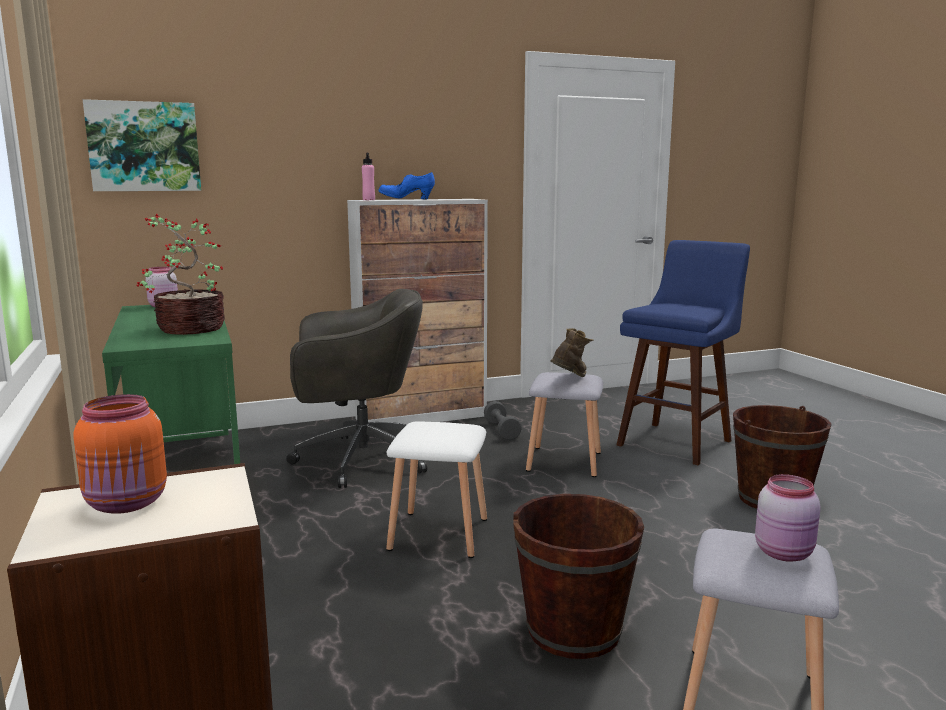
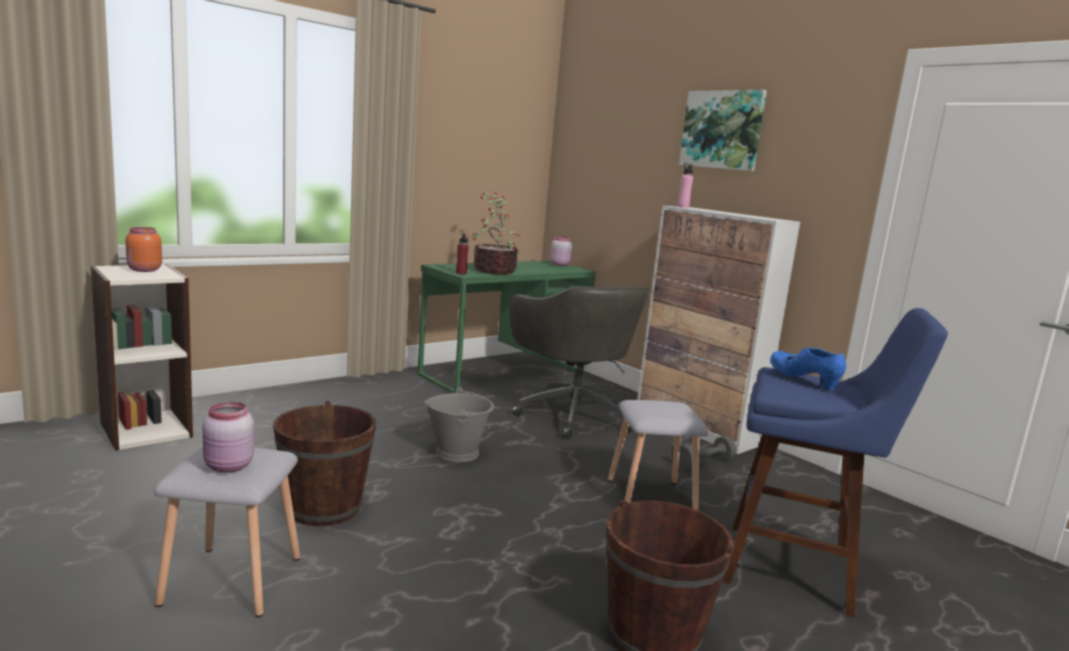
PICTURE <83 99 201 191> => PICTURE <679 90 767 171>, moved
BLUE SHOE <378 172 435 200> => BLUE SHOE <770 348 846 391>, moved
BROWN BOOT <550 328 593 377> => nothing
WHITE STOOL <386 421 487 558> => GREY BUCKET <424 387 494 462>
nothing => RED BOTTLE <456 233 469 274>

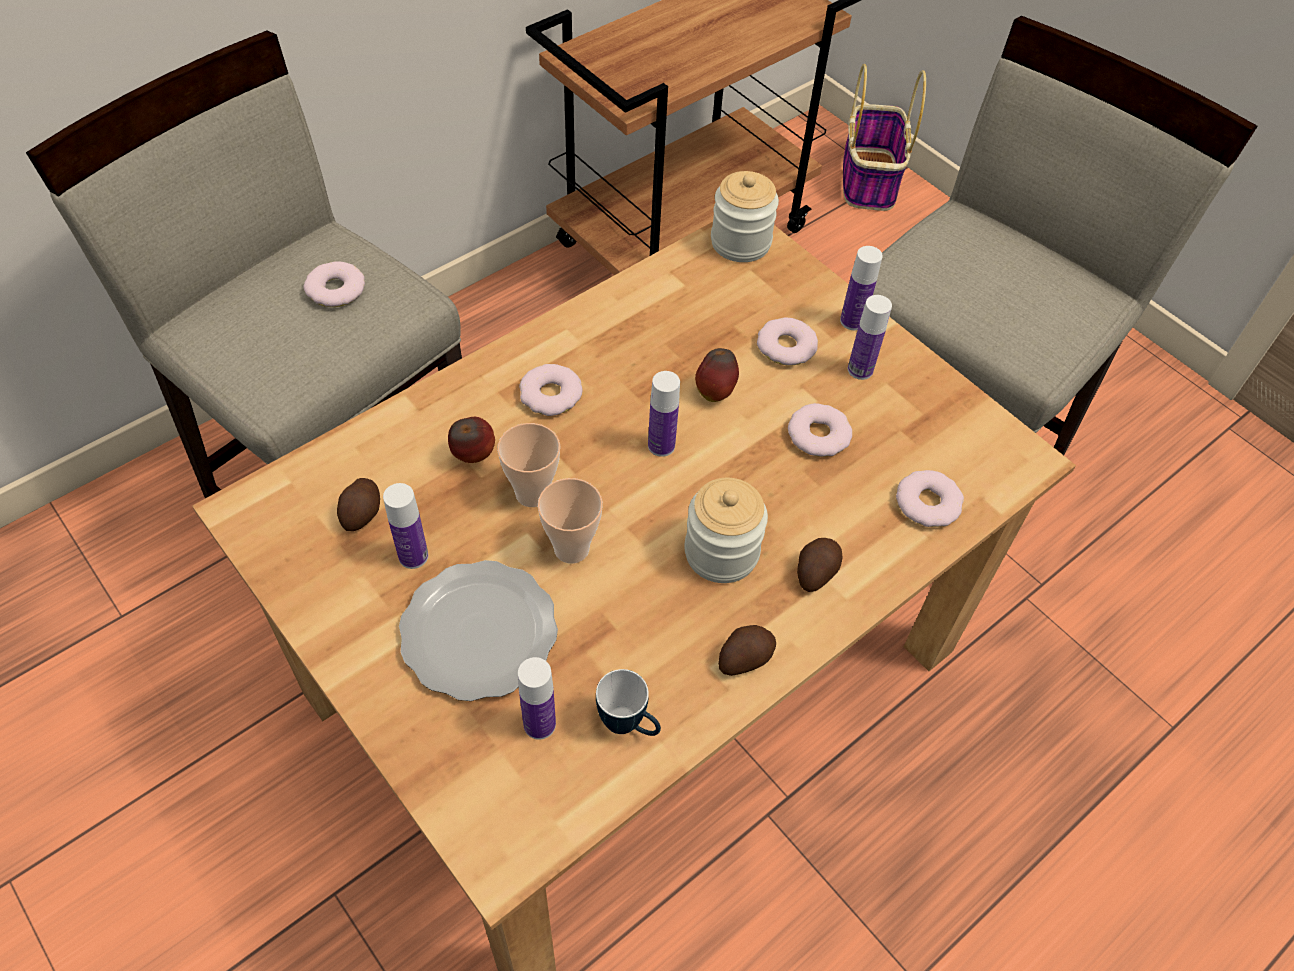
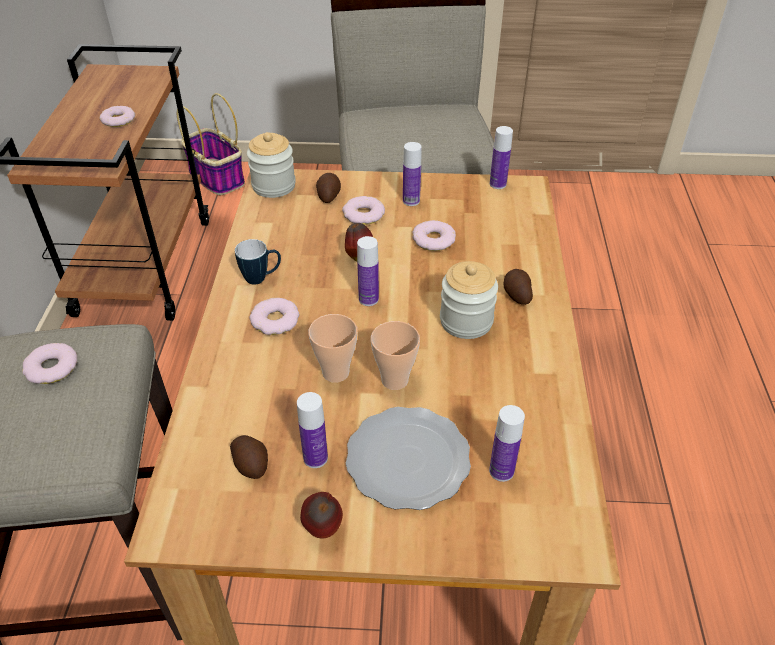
BOTTLE <840 246 883 330> => BOTTLE <490 126 513 189>, moved
APPLE <448 417 495 463> => APPLE <300 492 343 539>, moved
DONUT <896 470 964 527> => DONUT <100 106 135 127>, moved
POTATO <718 625 776 676> => POTATO <316 173 341 203>, moved
MUG <596 669 661 736> => MUG <235 239 281 285>, moved

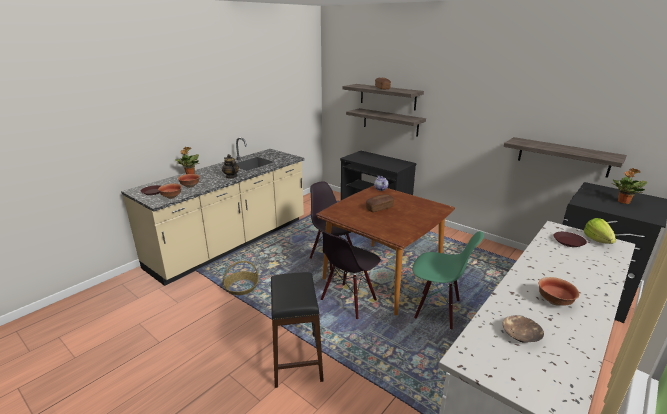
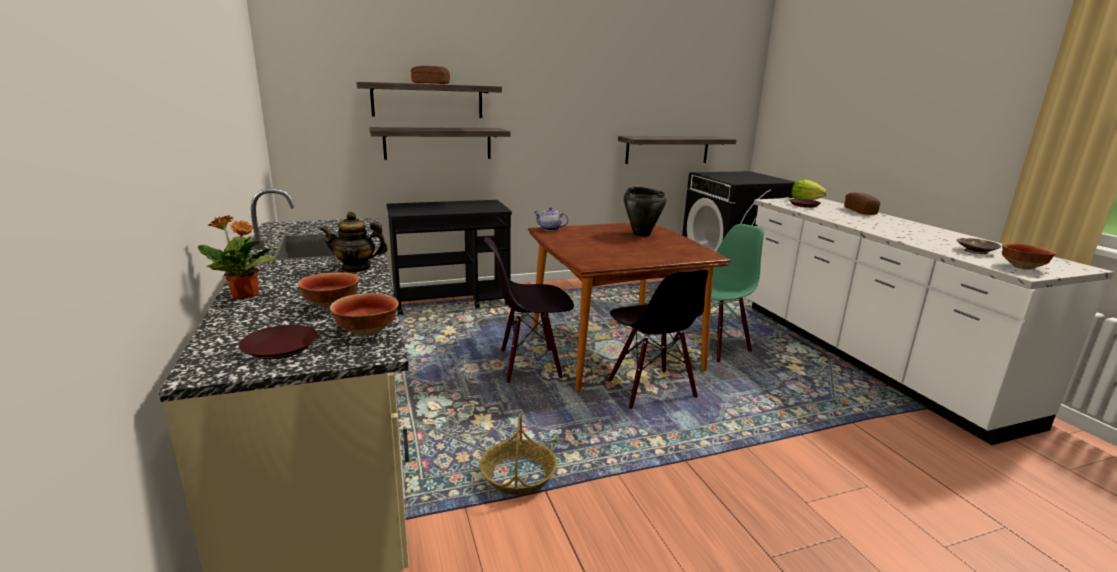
POTTED PLANT <612 168 647 204> => nothing
BREAD <366 194 394 212> => BREAD <844 192 881 215>, moved
BLACK STOOL <271 272 324 388> => nothing
BOWL <539 277 579 306> => BOWL <1002 243 1056 270>, moved
nothing => BLACK COOKING POT <624 187 666 237>

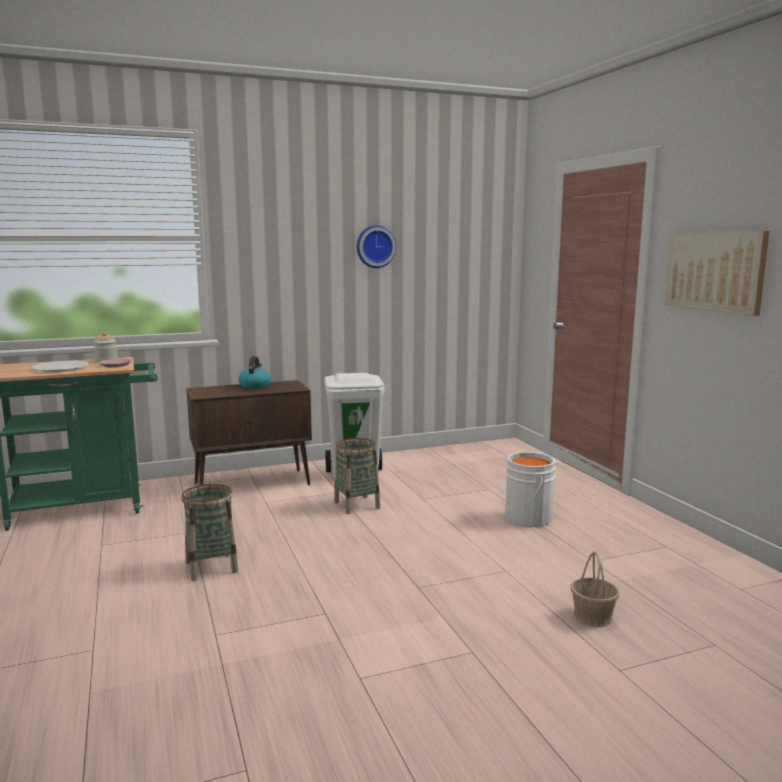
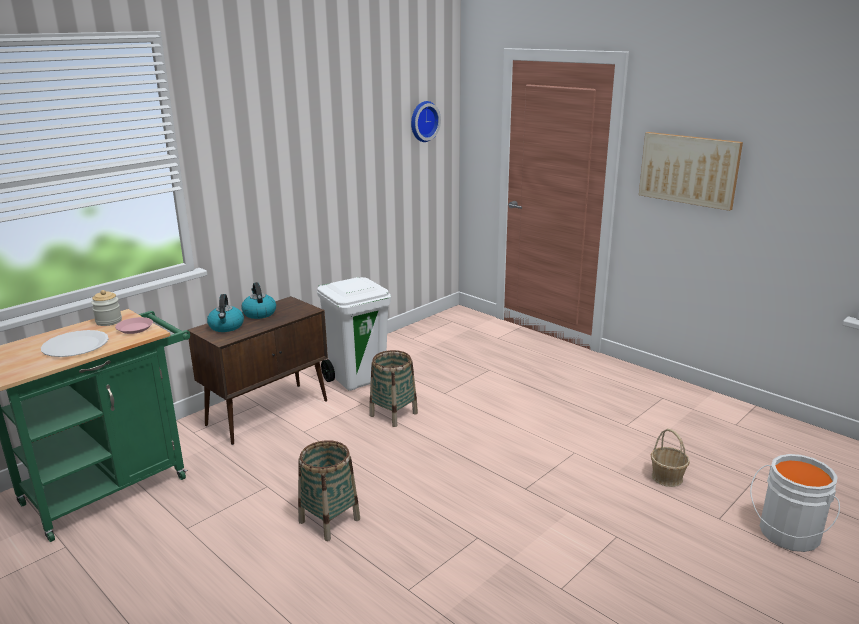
WALL CLOCK <357 225 396 268> => WALL CLOCK <411 101 441 142>, moved
WHITE BUCKET <500 452 556 527> => WHITE BUCKET <750 454 840 552>, moved
nothing => KETTLE <207 294 244 332>

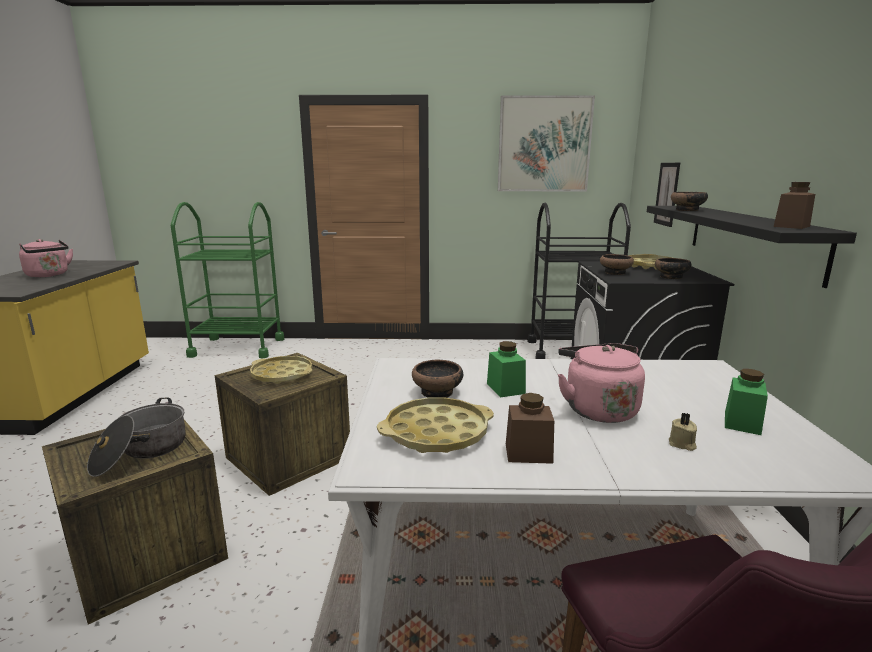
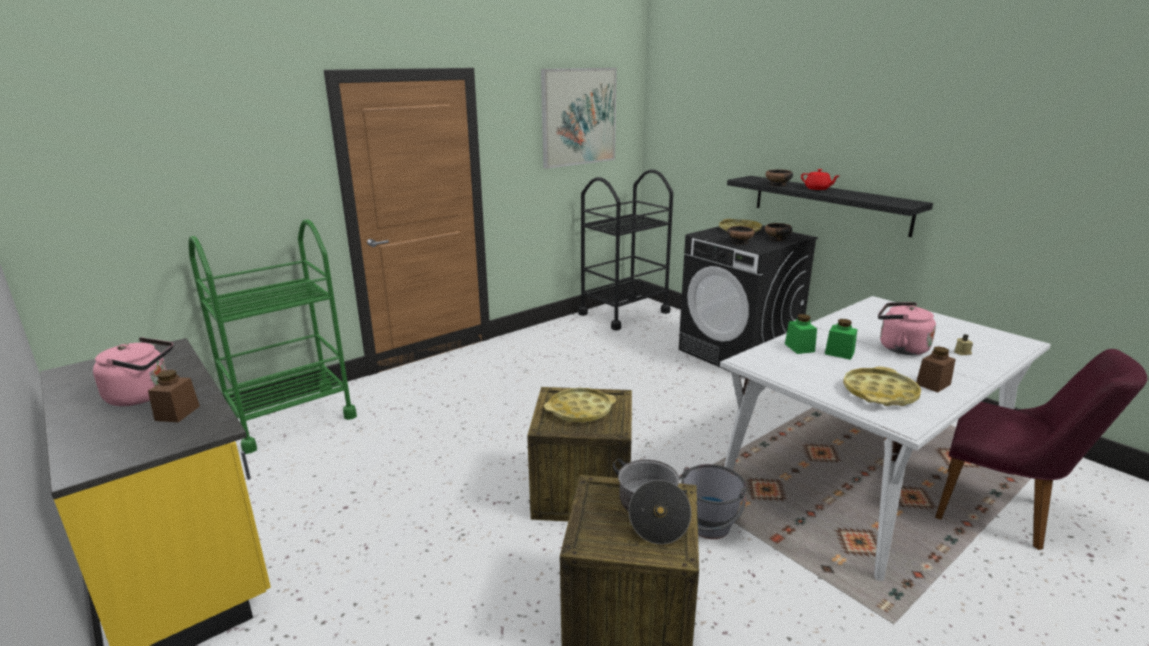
PICTURE <654 163 680 227> => nothing
BROWN JAR <774 182 815 229> => BROWN JAR <148 370 200 422>, moved
BOWL <412 360 463 398> => nothing
GREEN JAR <725 369 768 435> => GREEN JAR <785 314 817 354>, moved
nothing => RED TEAPOT <801 169 839 190>
nothing => GREY BUCKET <679 464 746 539>

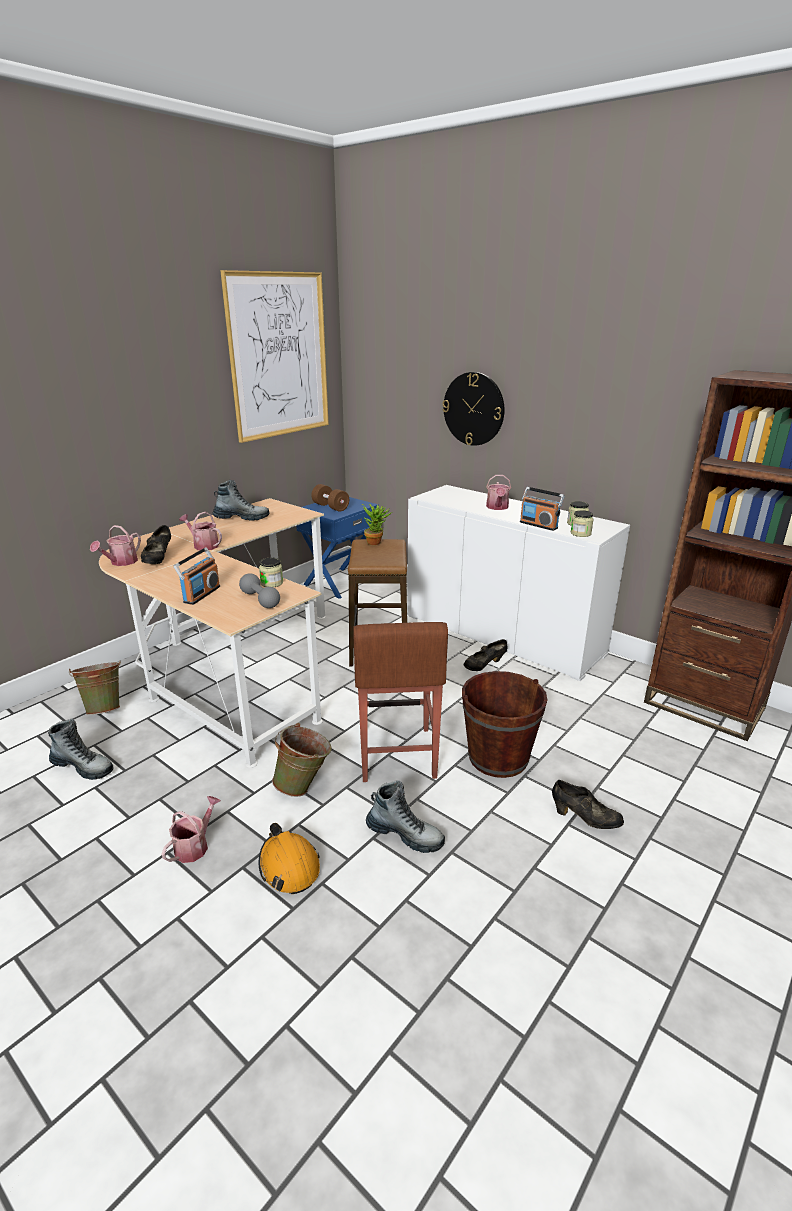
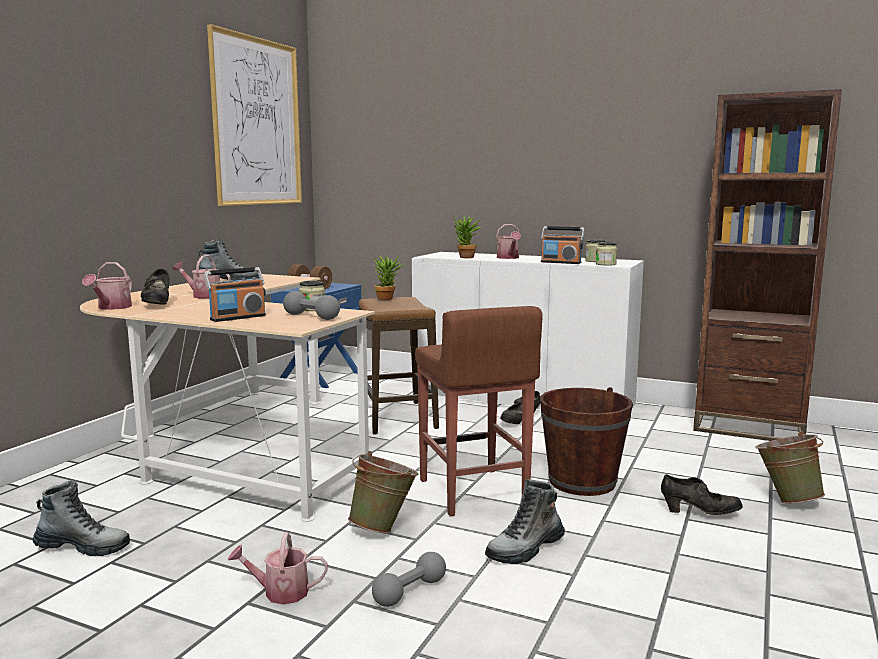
WALL CLOCK <443 372 504 446> => nothing
RADIO <174 547 220 605> => RADIO <204 267 266 322>, 45 degrees clockwise
GREEN BUCKET <69 661 121 715> => GREEN BUCKET <756 431 825 504>, moved
BOOT <366 780 445 853> => BOOT <485 479 565 564>, 135 degrees clockwise
WATERING CAN <161 796 221 863> => WATERING CAN <228 532 328 605>, 105 degrees counterclockwise
ORANGE HARD HAT <259 823 320 894> => GREY DUMBBELL <372 552 446 607>
nothing => POTTED PLANT <454 216 482 258>

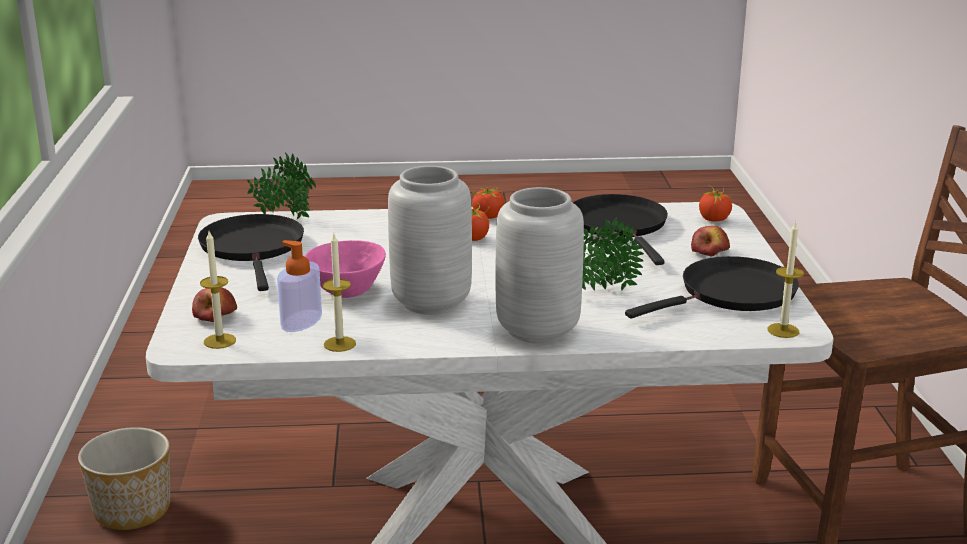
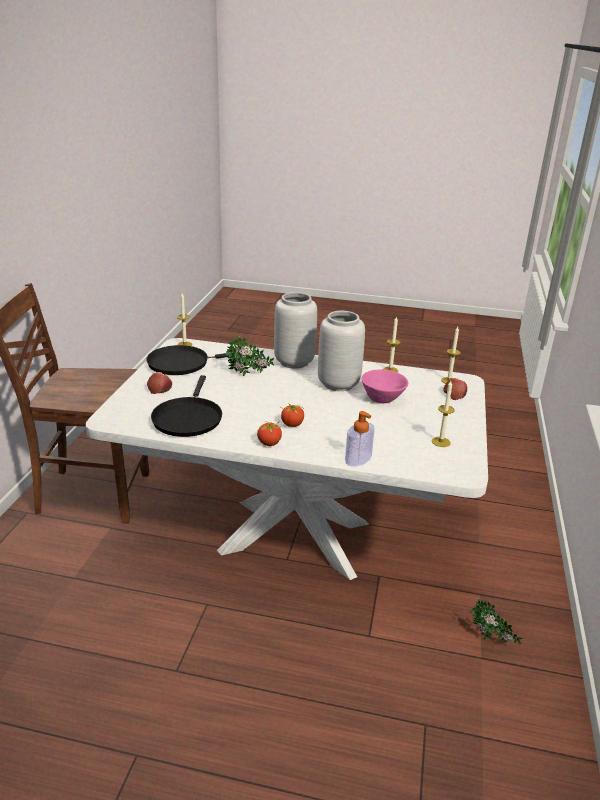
POTTED PLANT <247 153 316 219> => POTTED PLANT <470 599 522 644>, moved
TOMATO <699 186 732 222> => nothing
BLACK FRYING PAN <198 214 304 291> => CANDLE <432 381 455 447>
SOAP DISPENSER <277 240 322 332> => SOAP DISPENSER <345 411 375 467>, moved
PLANTER <78 427 170 530> => nothing

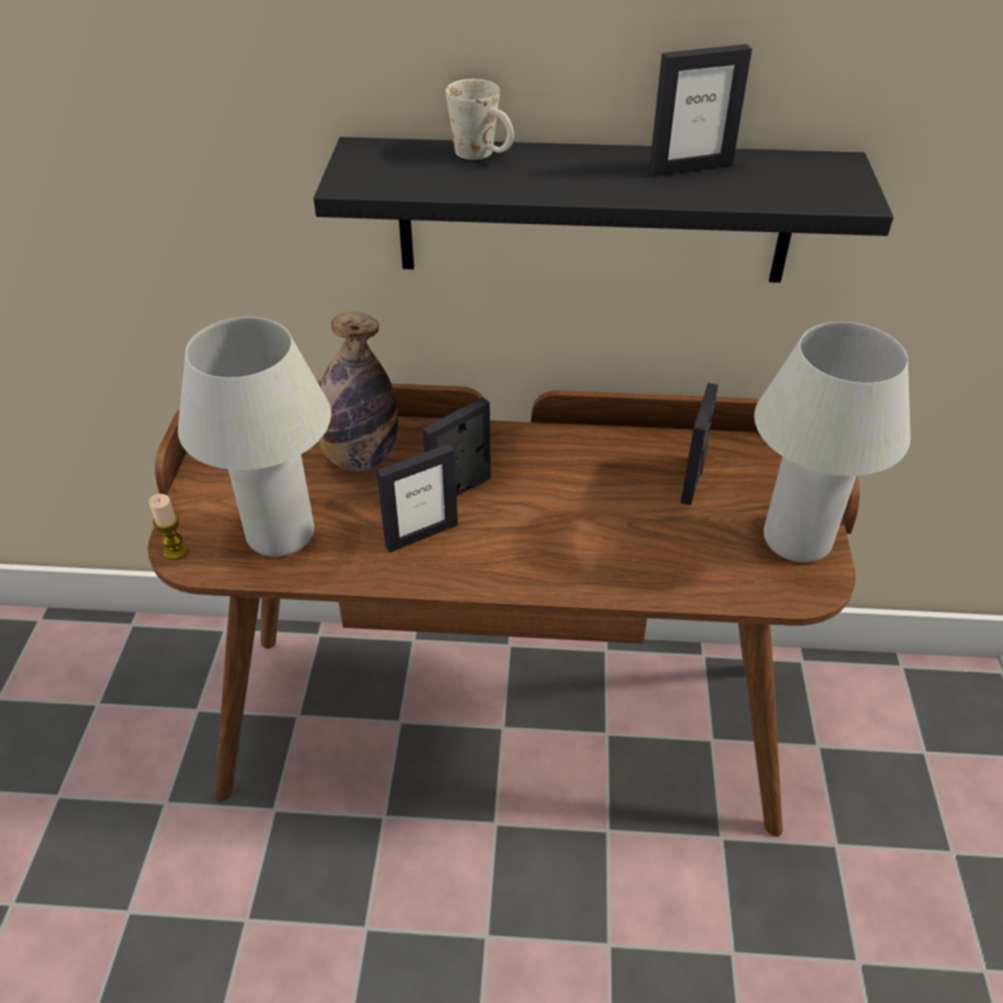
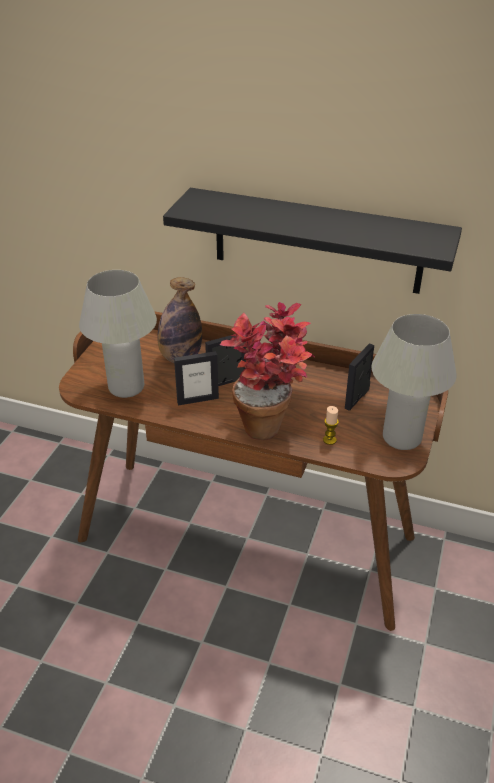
PICTURE FRAME <649 44 752 176> => nothing
WHITE MUG <446 79 514 160> => nothing
CANDLE <149 494 188 560> => CANDLE <323 406 339 445>, moved
nothing => POTTED PLANT <220 302 315 440>

